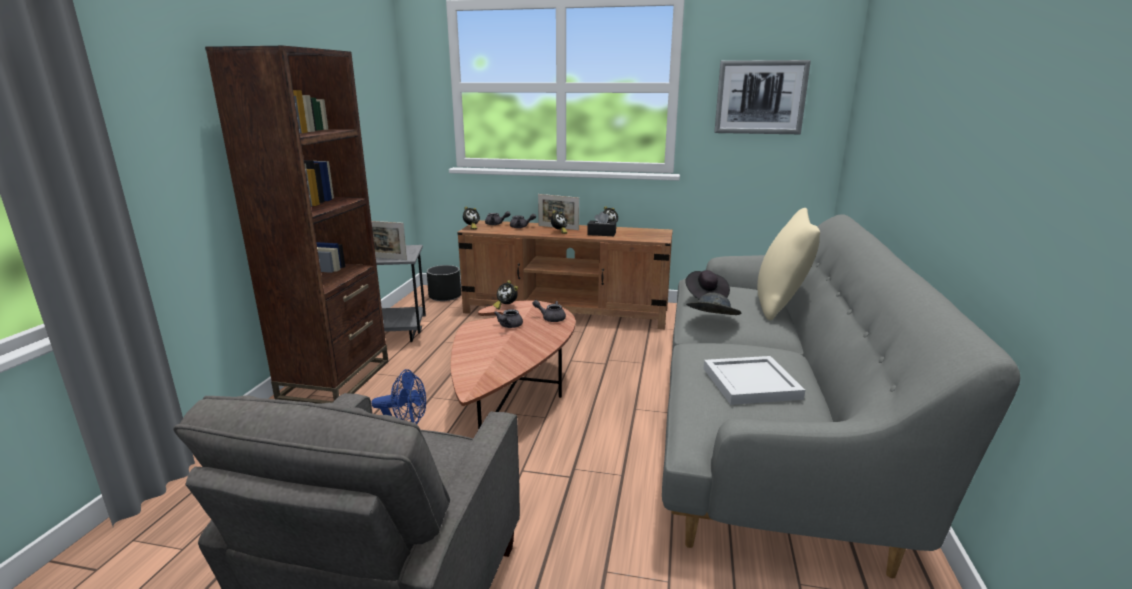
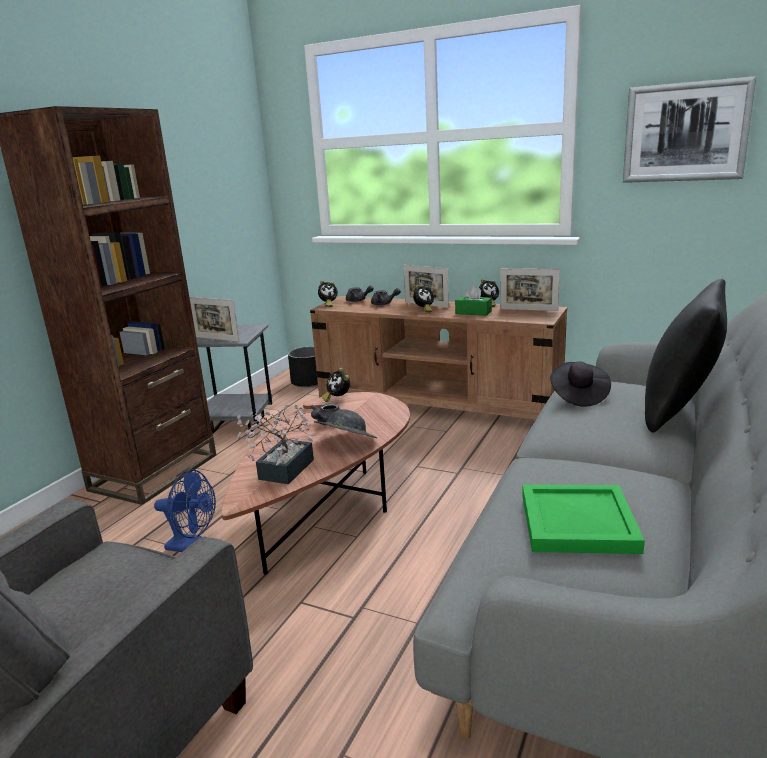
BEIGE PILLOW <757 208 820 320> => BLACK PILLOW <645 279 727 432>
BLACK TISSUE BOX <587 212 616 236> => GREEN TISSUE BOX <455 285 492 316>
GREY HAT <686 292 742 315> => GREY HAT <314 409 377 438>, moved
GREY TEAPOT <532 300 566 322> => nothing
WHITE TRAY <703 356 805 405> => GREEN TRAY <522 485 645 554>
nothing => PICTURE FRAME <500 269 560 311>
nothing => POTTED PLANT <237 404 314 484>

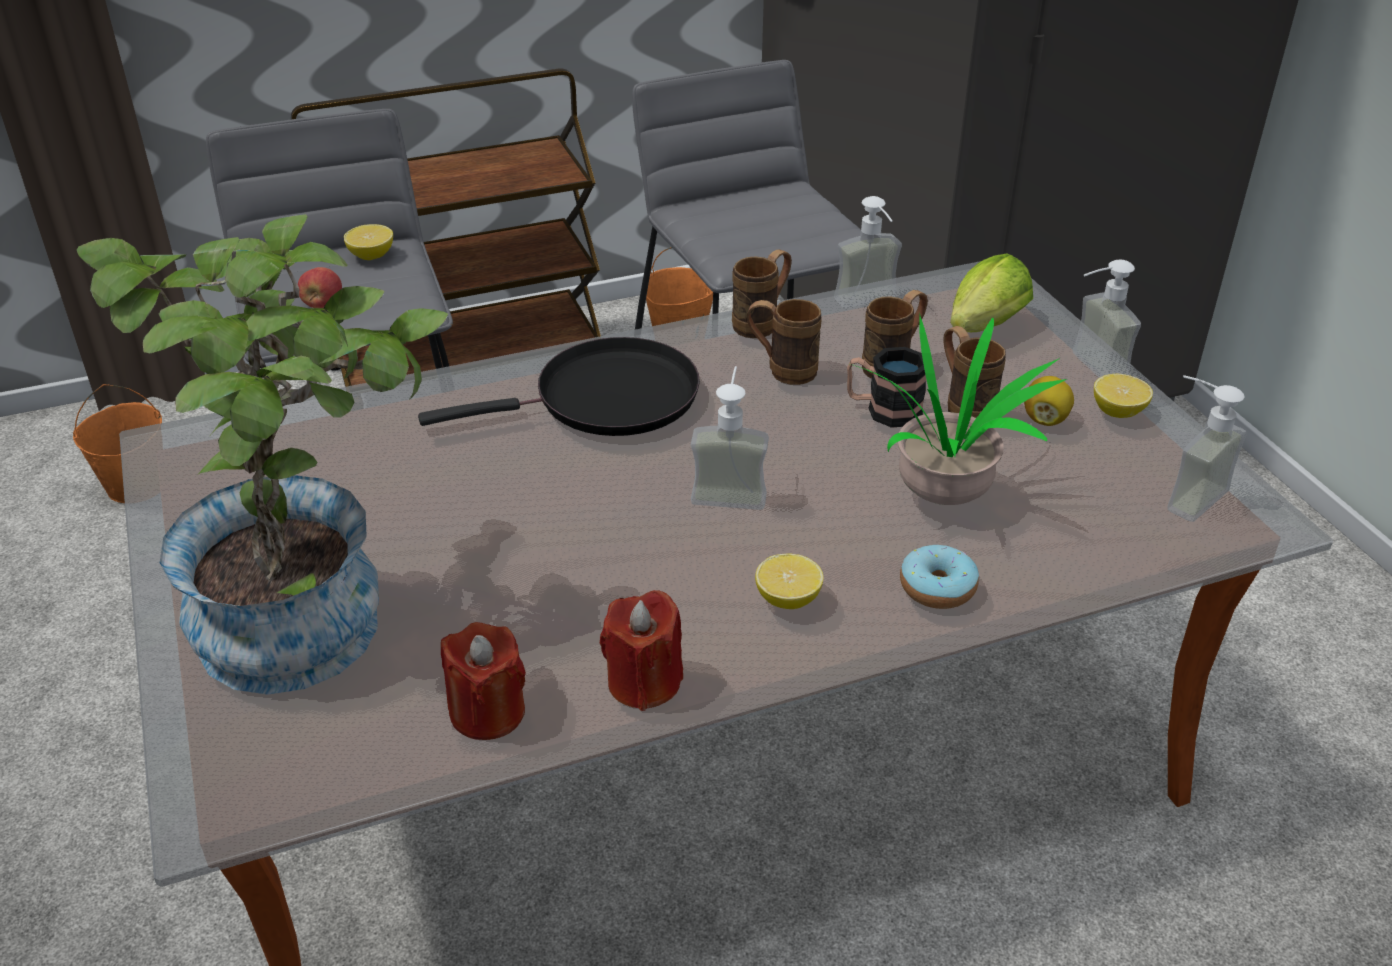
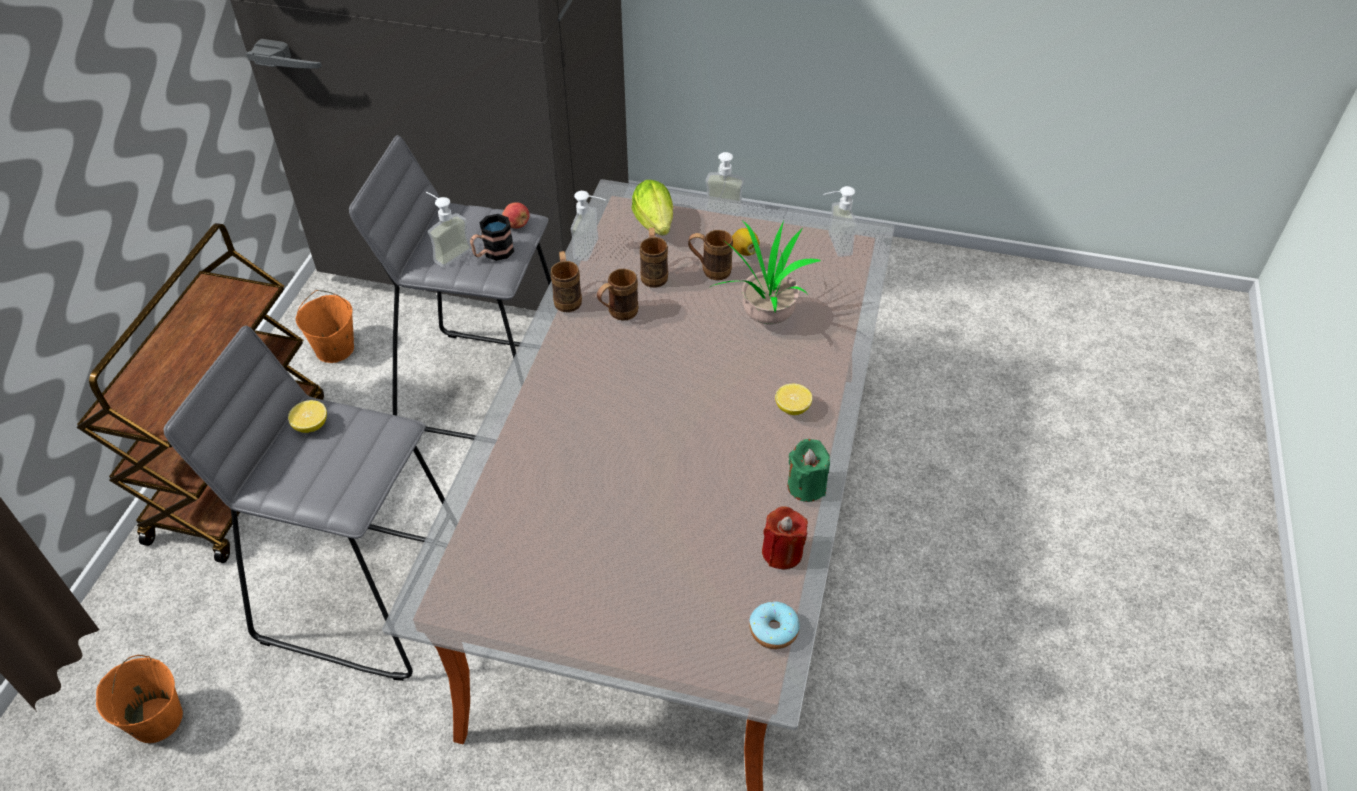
POTTED PLANT <76 214 448 695> => nothing
APPLE <298 267 342 308> => APPLE <502 202 529 228>, moved
BLACK FRYING PAN <418 337 700 436> => nothing
MUG <847 347 926 428> => MUG <470 214 514 261>, moved
SOAP DISPENSER <691 366 769 510> => SOAP DISPENSER <426 192 472 267>, moved
LEMON <1094 374 1153 418> => nothing
DONUT <900 545 979 609> => DONUT <749 601 800 649>, moved
RED CANDLE <600 590 683 711> => GREEN CANDLE <788 439 830 502>

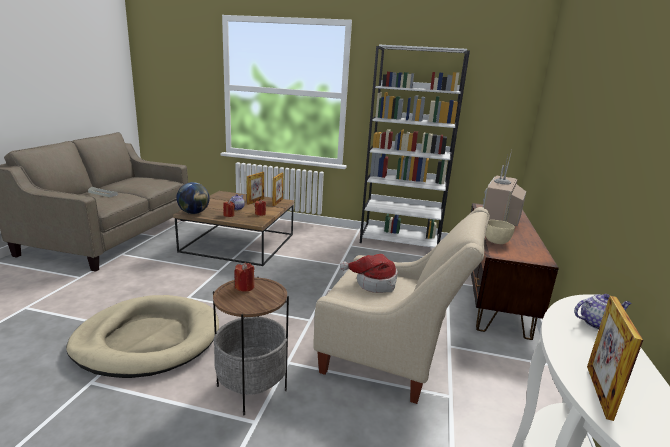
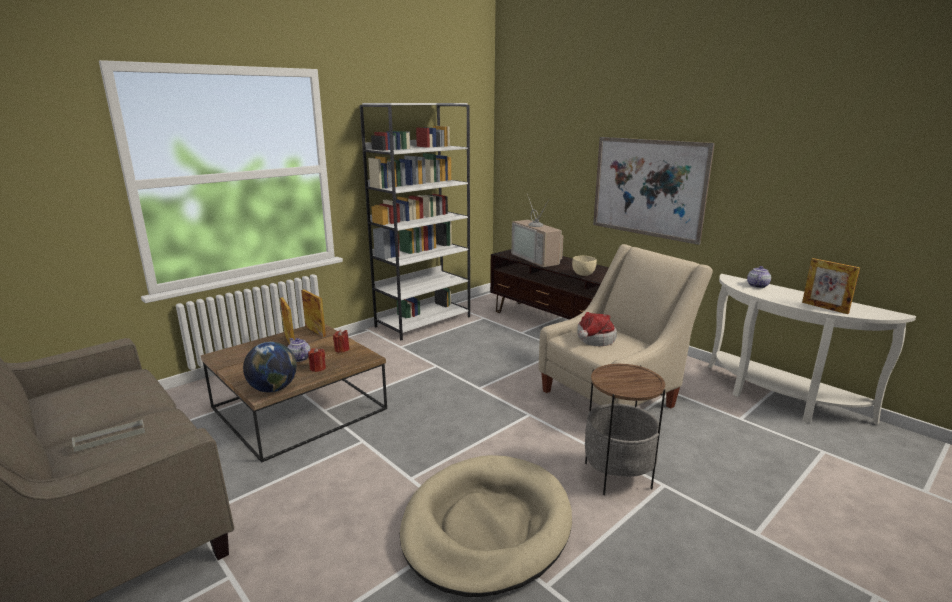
RED CANDLE <234 262 254 292> => nothing
nothing => PICTURE <593 137 715 245>

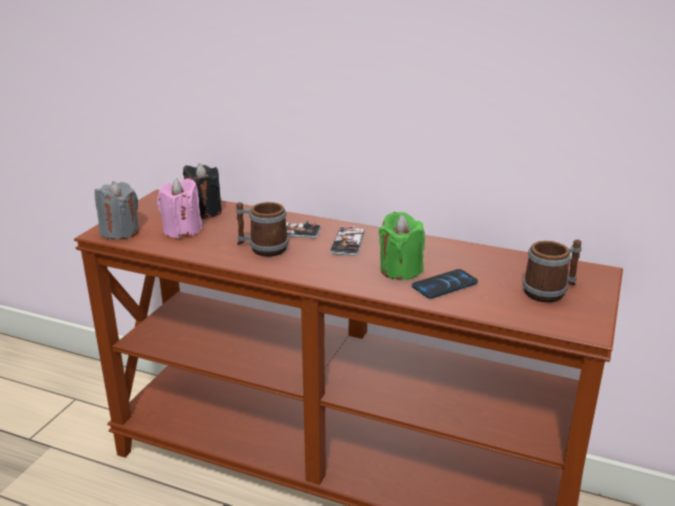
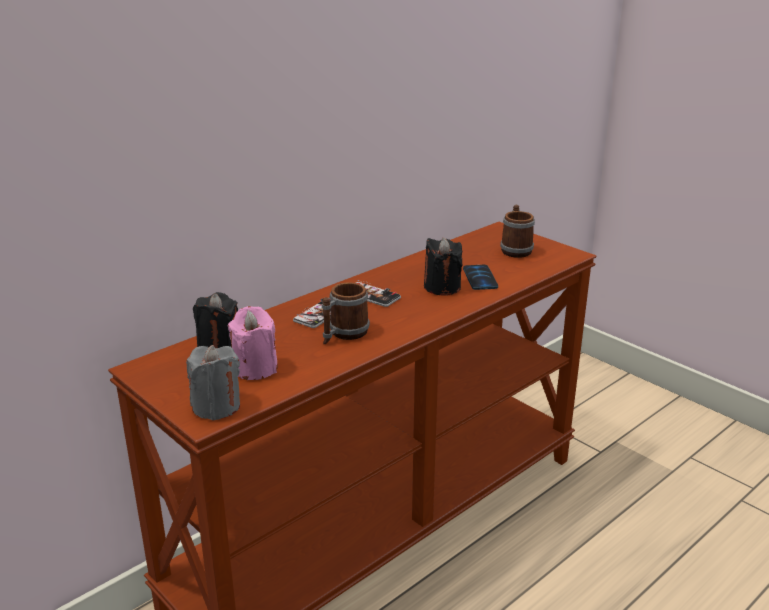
GREEN CANDLE <379 212 425 280> => BLACK CANDLE <424 238 462 295>

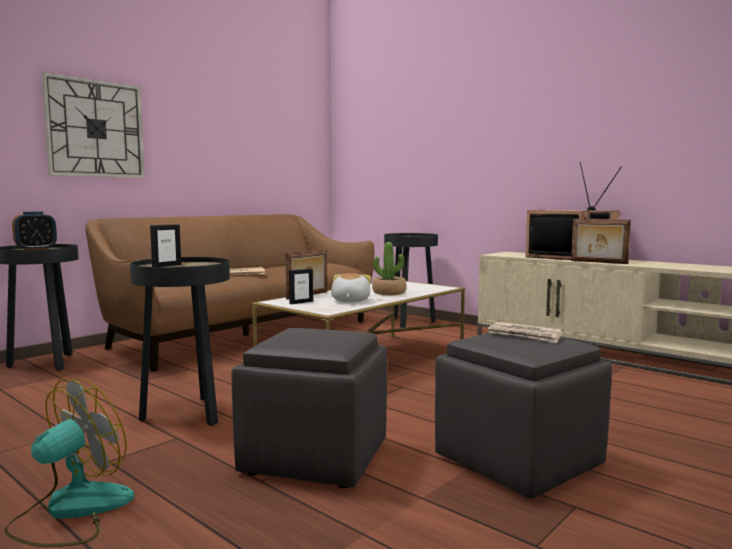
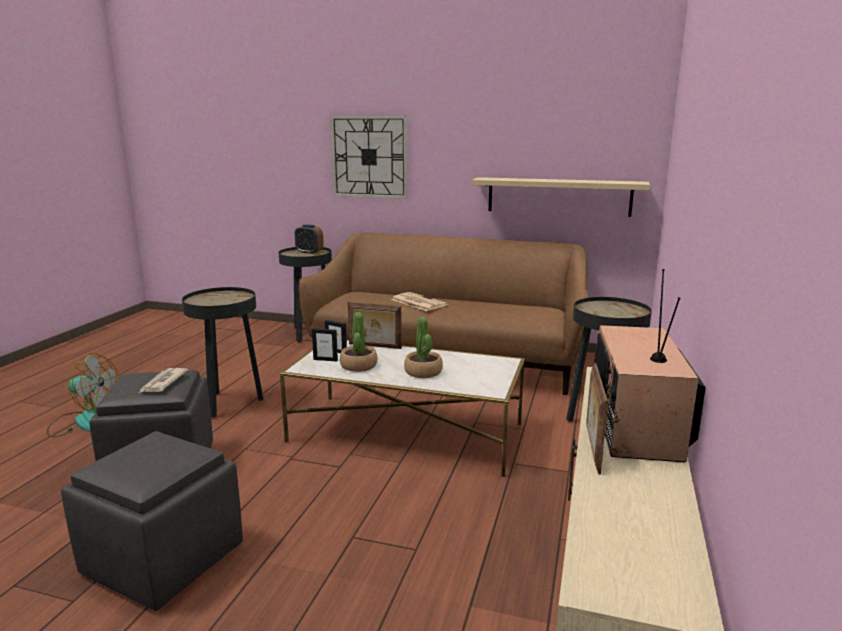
PICTURE FRAME <150 224 181 267> => PICTURE FRAME <312 328 338 362>, moved
PLUSH TOY <331 273 371 303> => POTTED PLANT <340 312 378 372>
NEWSPAPER <488 322 563 343> => NEWSPAPER <139 368 189 393>, moved
nothing => BEIGE SHELF <472 177 650 217>

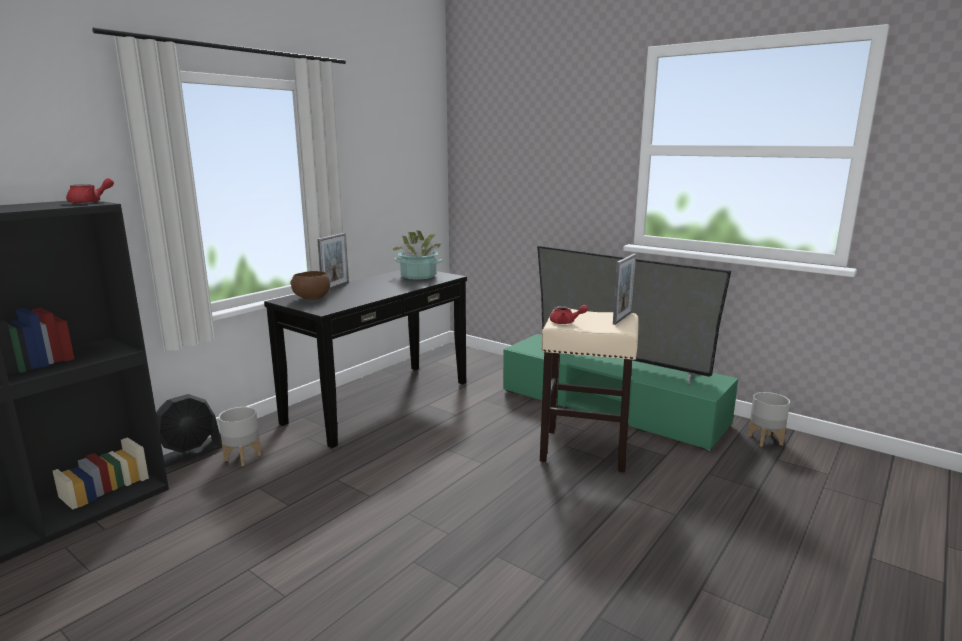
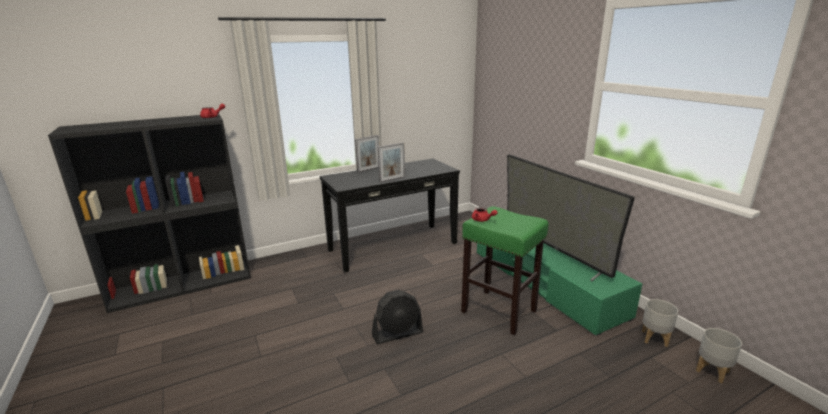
POTTED PLANT <391 230 442 280> => nothing
PICTURE FRAME <613 254 636 325> => PICTURE FRAME <378 142 405 183>, moved
BROWN BOWL <290 271 330 300> => nothing
BEIGE STOOL <540 309 638 472> => GREEN STOOL <461 206 549 335>
BLACK FAN <156 394 222 467> => BLACK FAN <372 290 423 344>, moved
GREY PLANTER <218 407 261 466> => GREY PLANTER <696 328 742 383>, moved

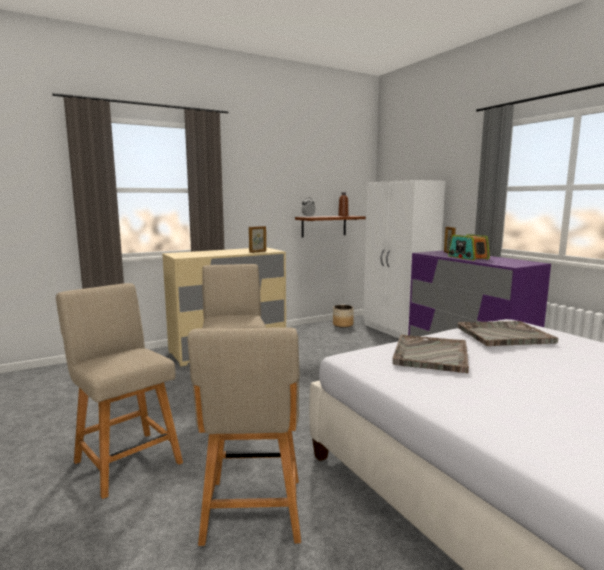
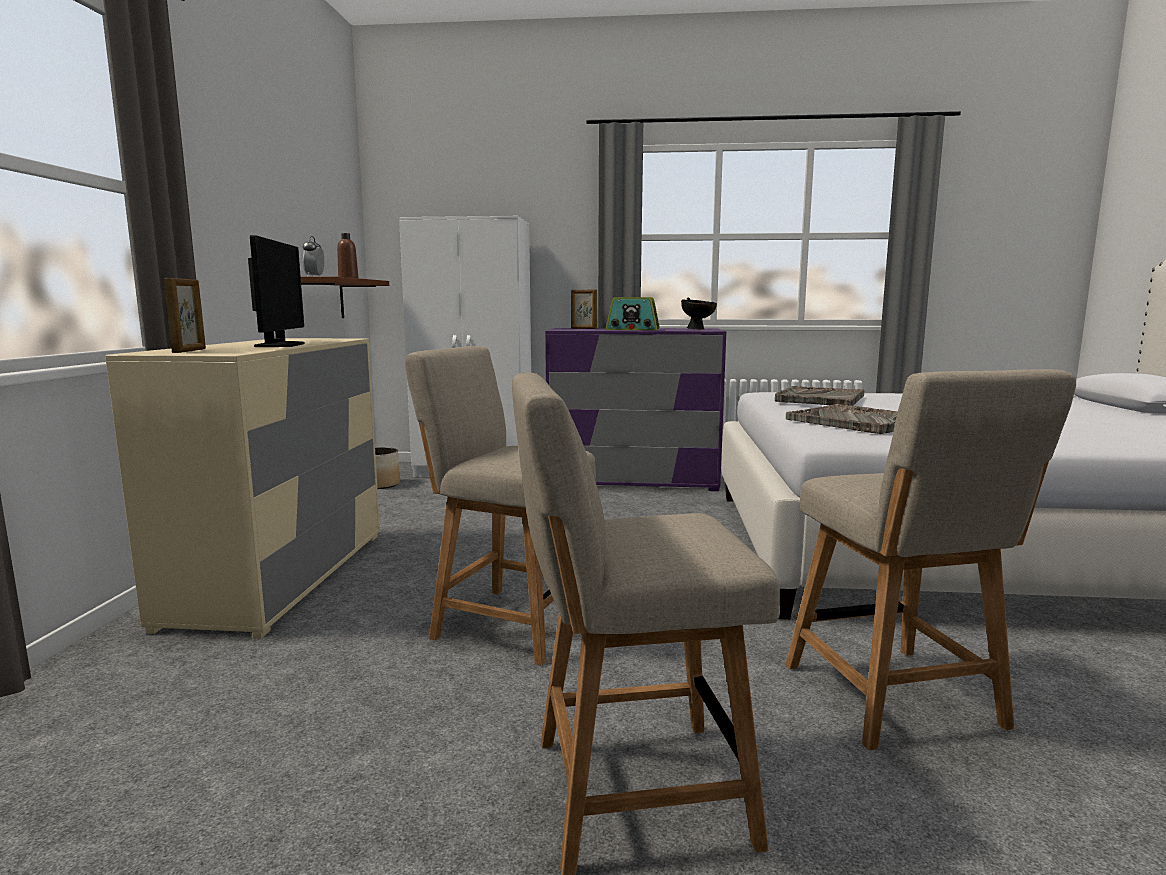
PICTURE FRAME <249 226 266 253> => PICTURE FRAME <164 278 206 353>, moved
BEIGE CHAIR <187 328 301 546> => BEIGE CHAIR <786 369 1076 750>, 45 degrees clockwise
nothing => MONITOR <248 235 305 347>
nothing => BLACK BOWL <681 297 717 330>

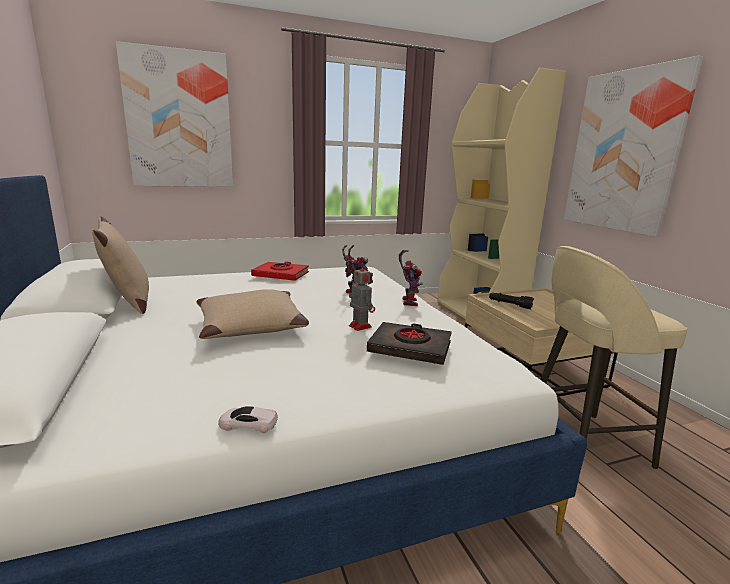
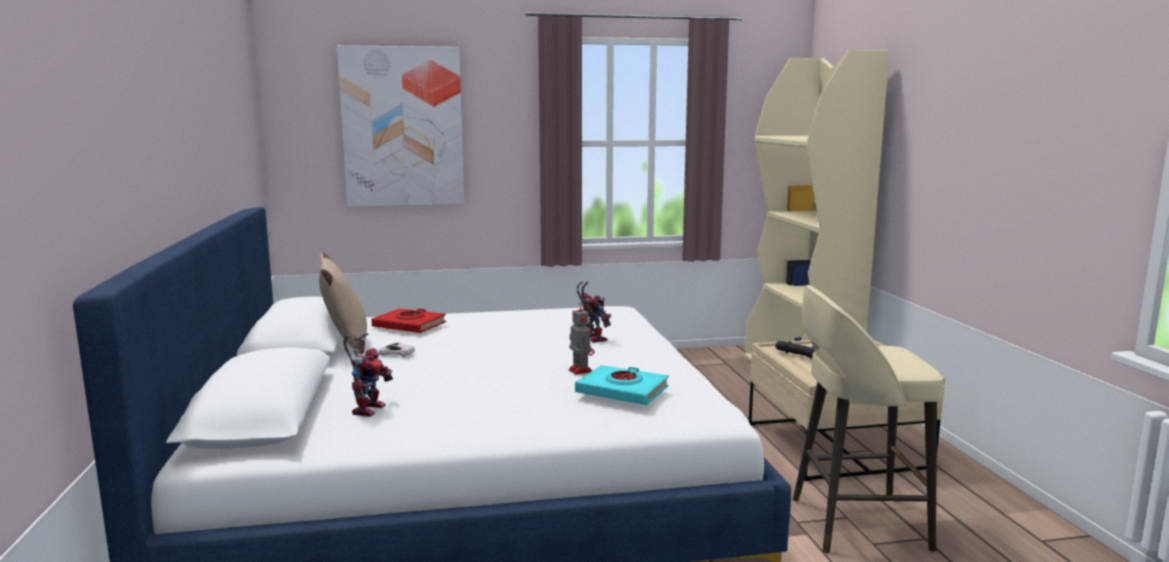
PICTURE <564 56 703 237> => nothing
TOY ROBOT <399 250 423 306> => TOY ROBOT <343 333 393 417>, moved
RED BOOK <251 262 309 281> => RED BOOK <371 308 446 333>, moved
BEIGE PILLOW <196 289 309 339> => nothing
BLACK BOOK <367 322 452 365> => TURQUOISE BOOK <575 365 669 405>
WHITE TOY CAR <218 406 278 434> => WHITE TOY CAR <378 343 415 357>, moved

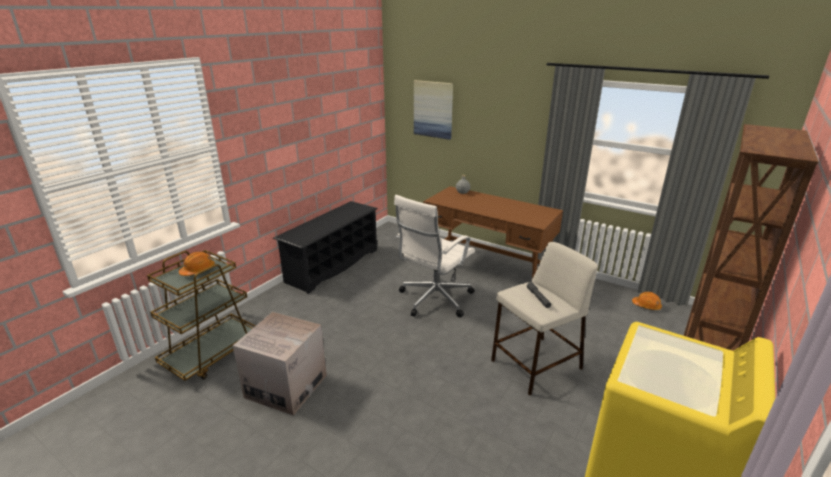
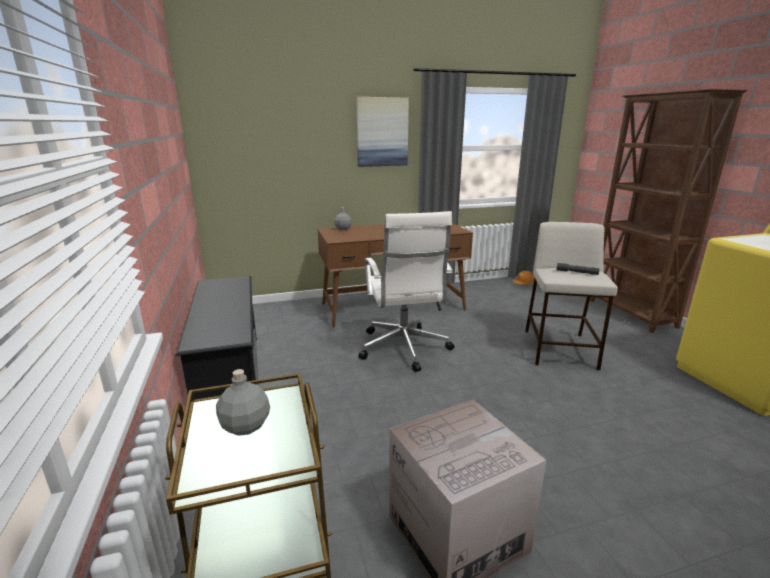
PICTURE <414 80 453 140> => PICTURE <356 97 409 167>, moved
ORANGE HARD HAT <179 252 215 276> => GREY BOTTLE <216 369 270 436>

